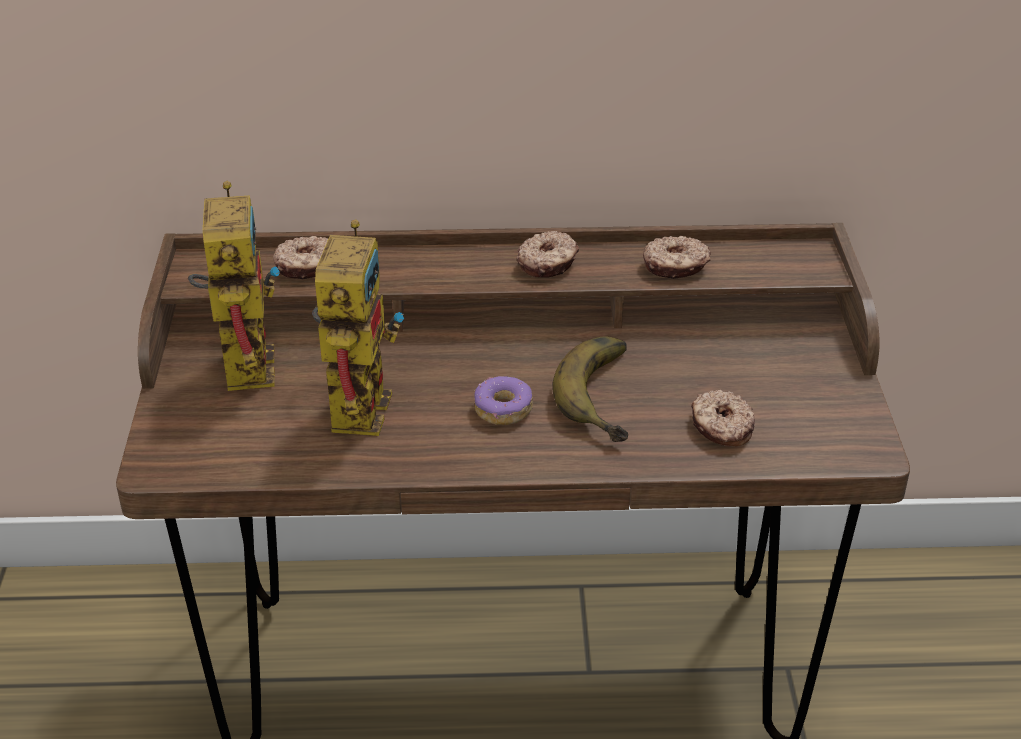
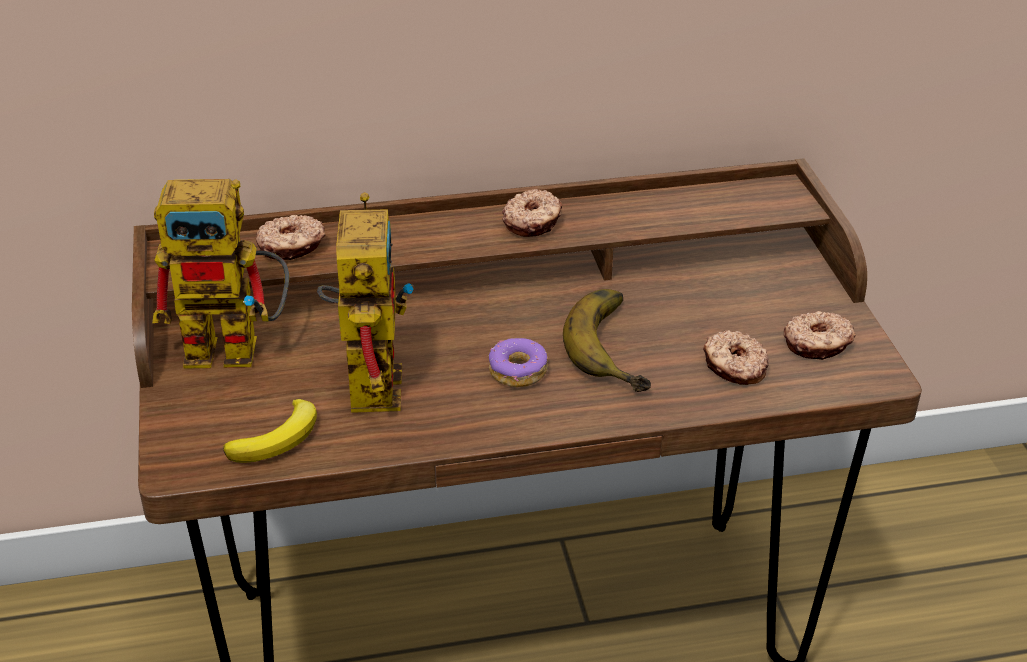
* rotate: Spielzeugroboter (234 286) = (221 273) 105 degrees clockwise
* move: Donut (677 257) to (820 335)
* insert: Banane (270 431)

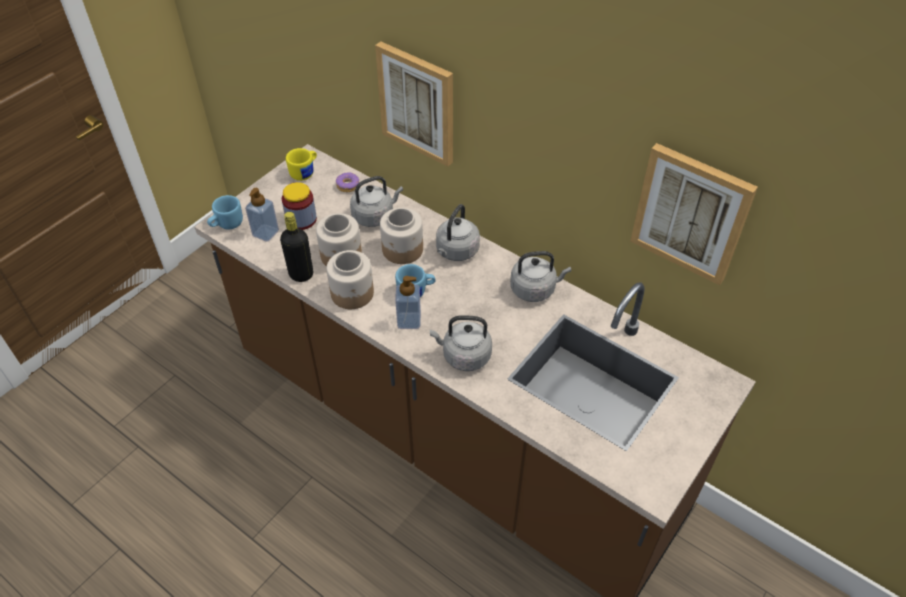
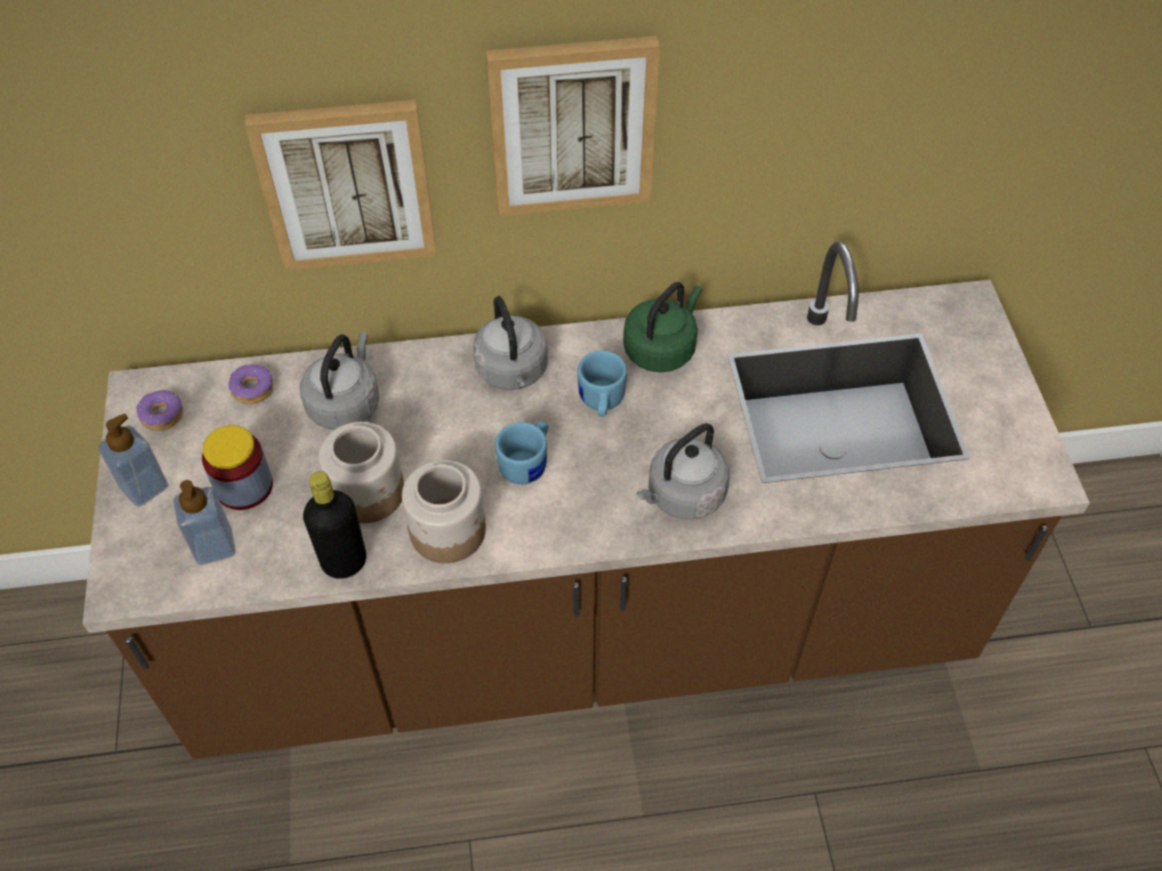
* move: Bild (694 214) to (573 126)
* replace: Henkelbecher (gelb) (301 164) to Donut (159 410)
* move: Henkelbecher (blau) (225 212) to (602 383)
* delete: Vorratsglas (401 236)
* recolor: Wasserkessel (grau) (540 276) to Wasserkessel (grün) (662 327)
* move: Seifenspender (408 302) to (133 460)

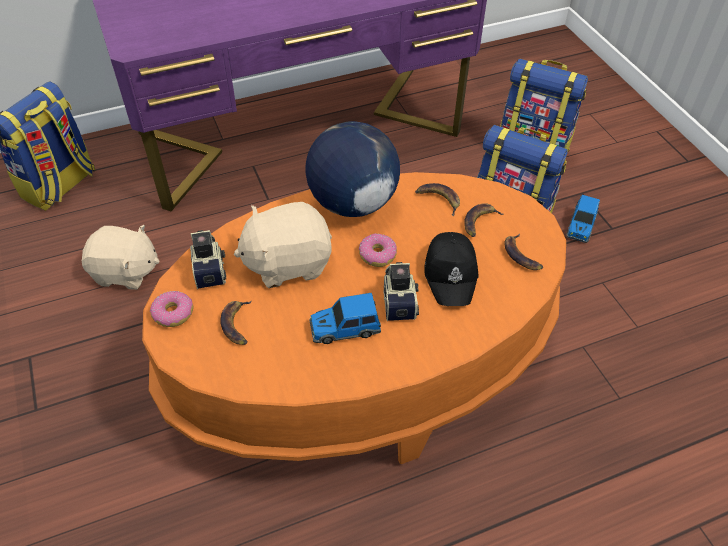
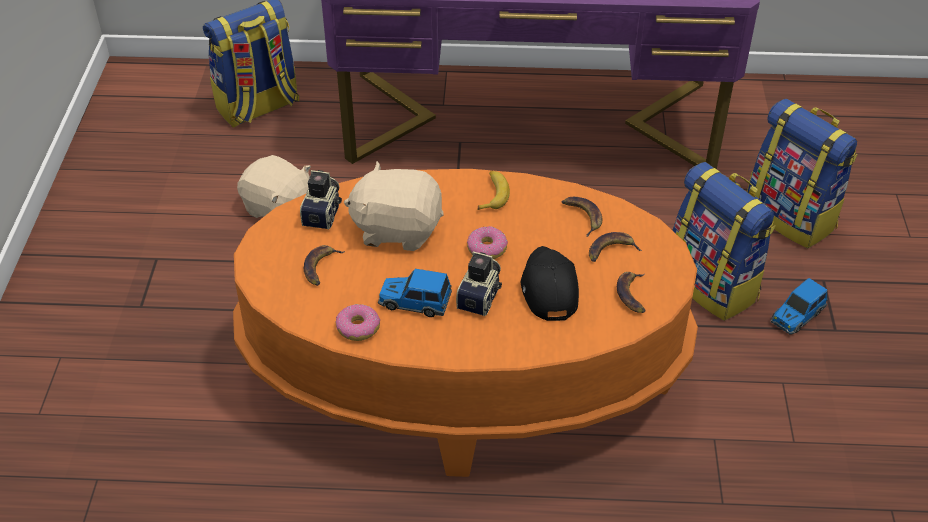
* replace: Globus (352 169) to Banane (494 190)
* rotate: Kappe (schwarz) (451 269) = (550 283) 150 degrees clockwise
* move: Donut (171 309) to (358 322)

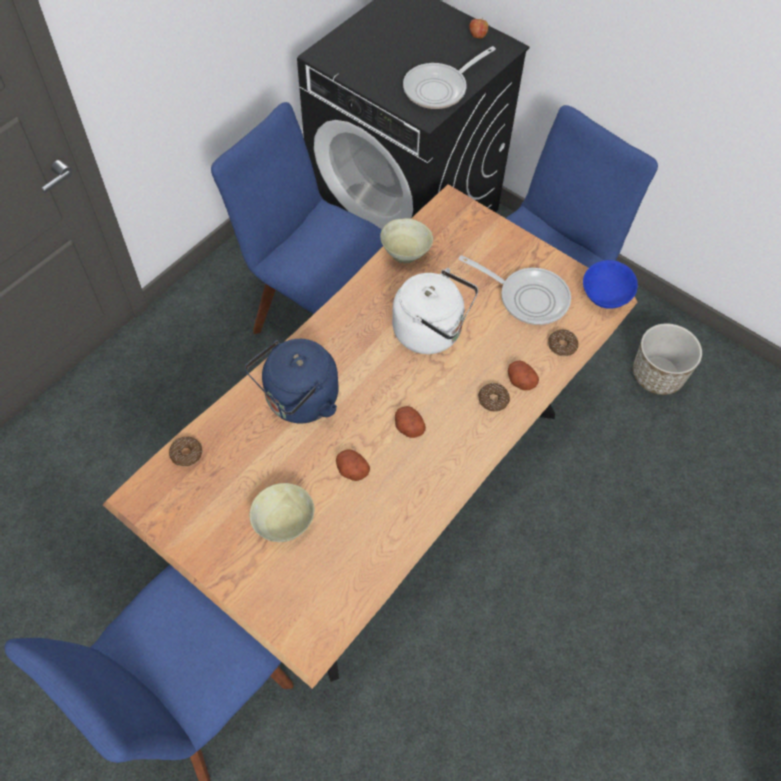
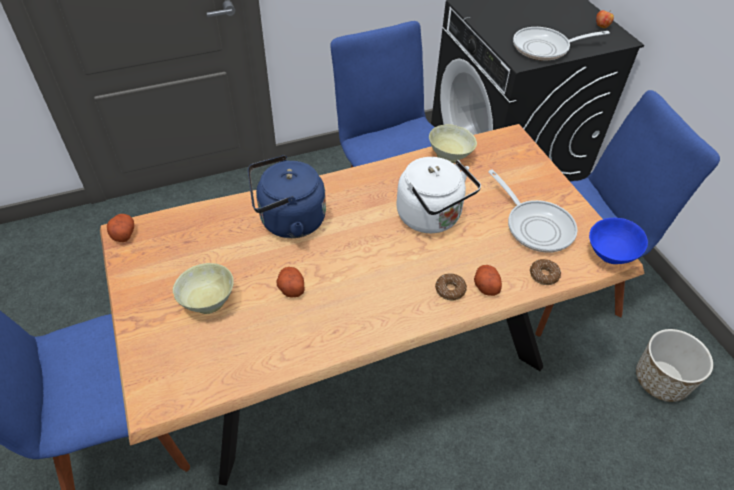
* move: Kartoffel (410 422) to (120 228)
* delete: Donut (185 452)

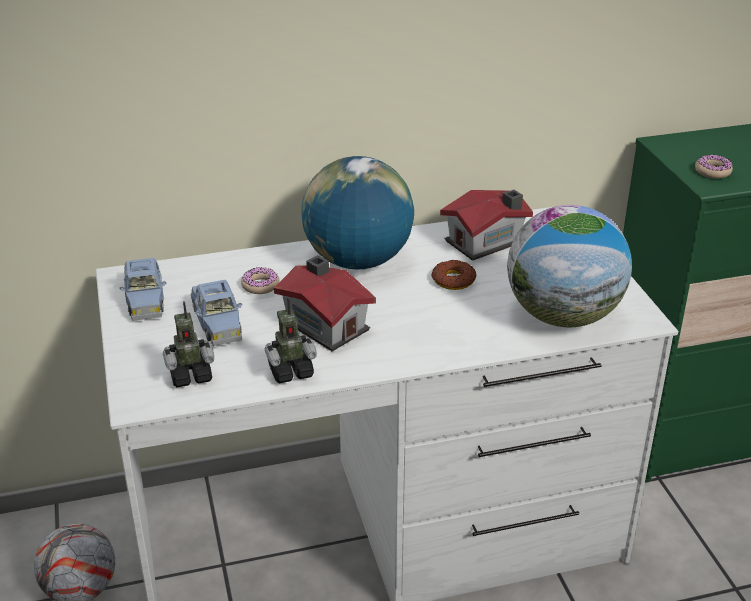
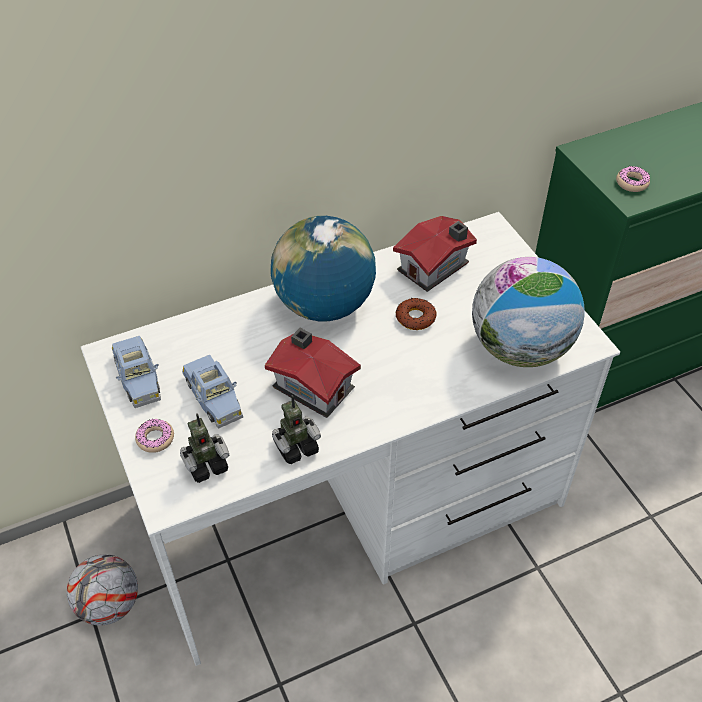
* move: Donut (260 280) to (154 436)

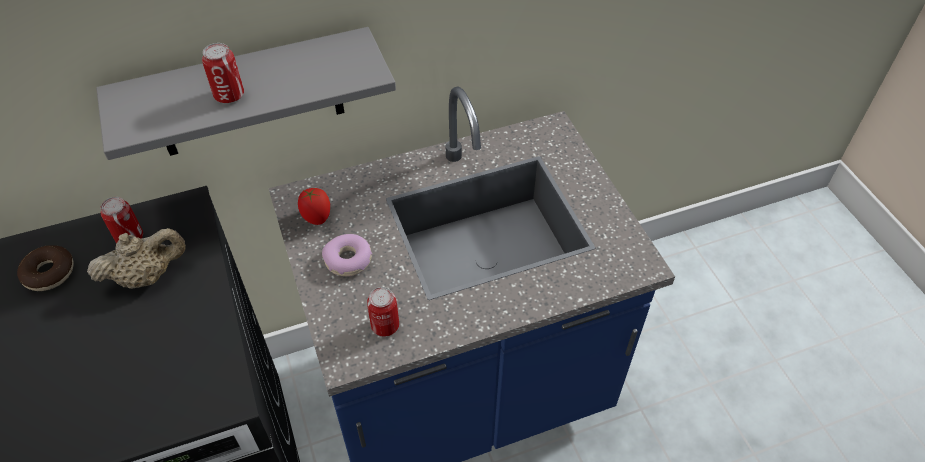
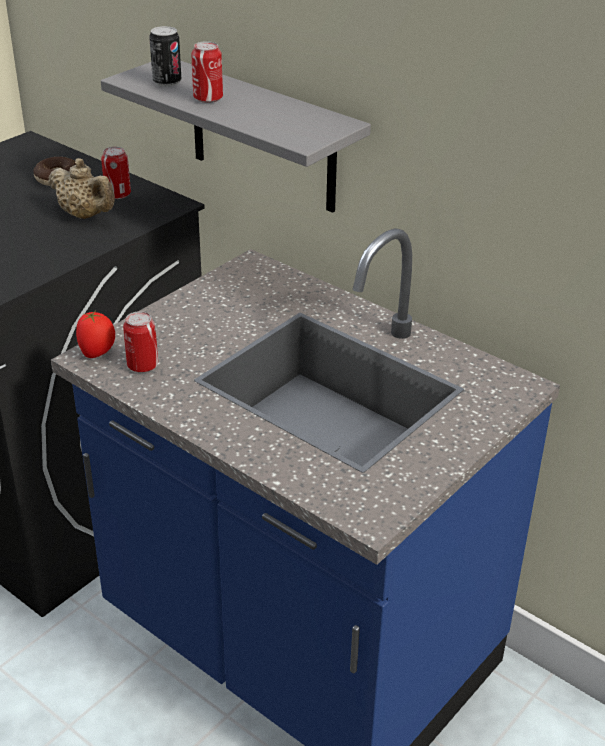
* move: Tomate (314 206) to (95 334)
* delete: Donut (347 255)
* insert: Dose (165 56)

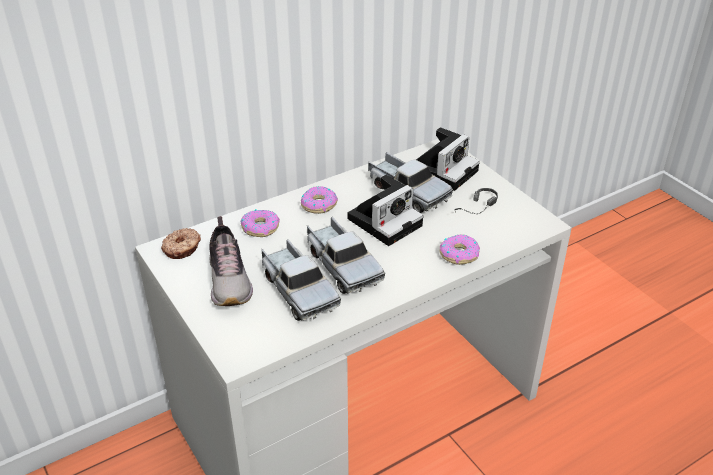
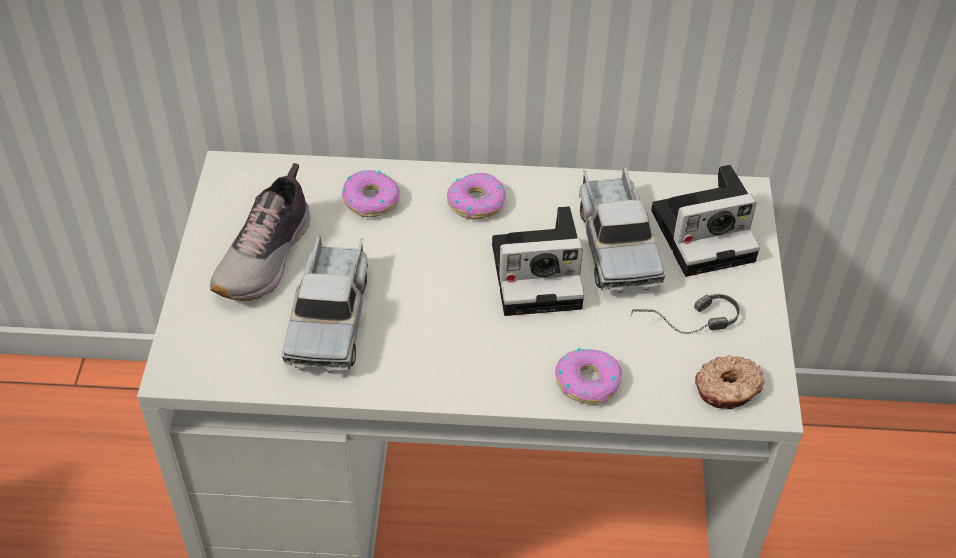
* delete: Spielzeuglaster (346 255)
* move: Donut (181 243) to (730 382)

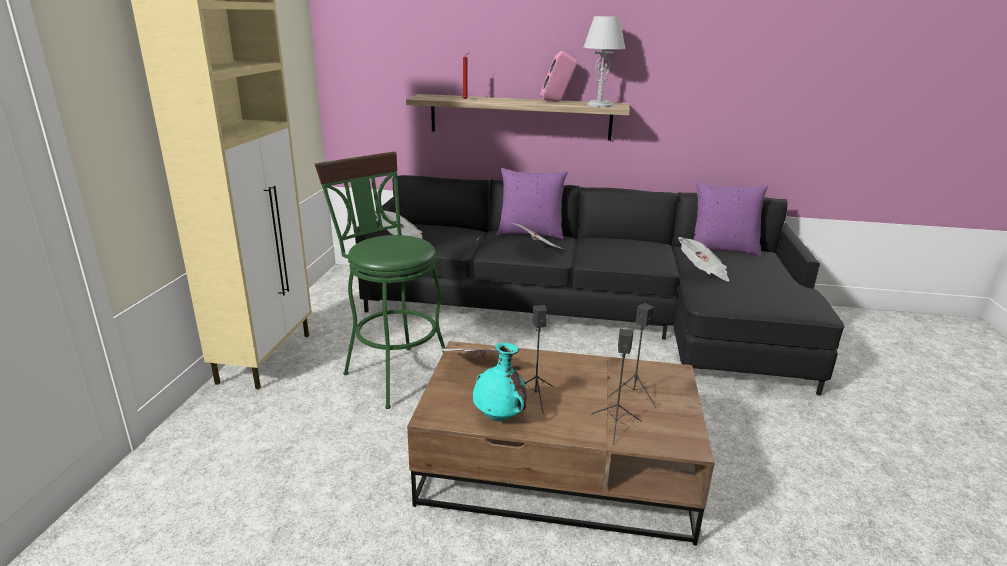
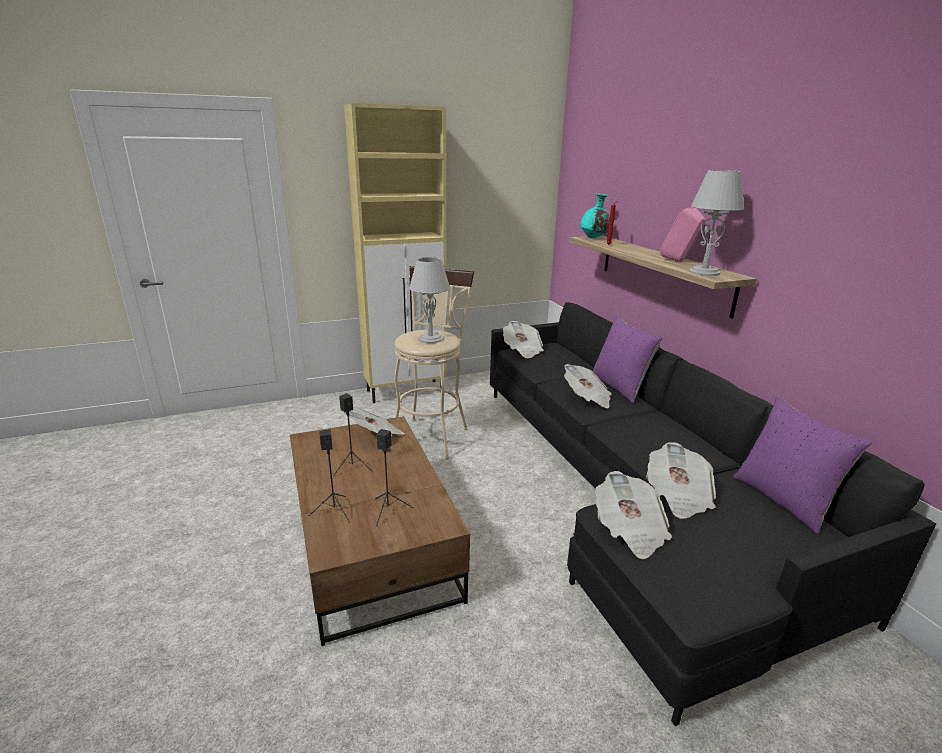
* recolor: Hocker (grün) (380 280) to Hocker (beige) (434 363)
* move: Vase (türkis) (500 382) to (595 215)
* insert: Tischlampe (grau) (429 300)
* insert: Zeitung (633 515)

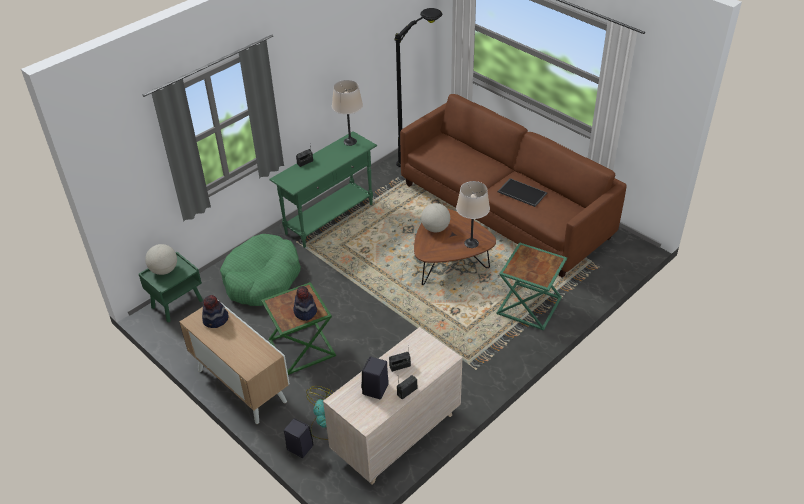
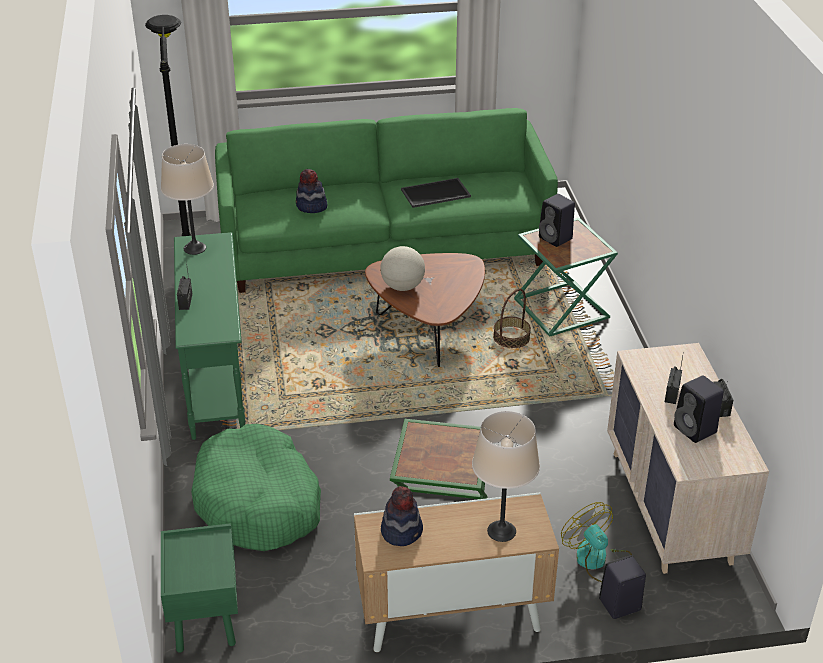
* recolor: Sofa (braun) (513 186) to Sofa (grün) (386 200)
* move: Tischlampe (beige) (473 214) to (506 476)
* delete: Globus (161 259)
* move: Hut (305 303) to (311 191)
* insert: Lautsprecher (schwarz) (557 220)
* insert: Korb (512 318)

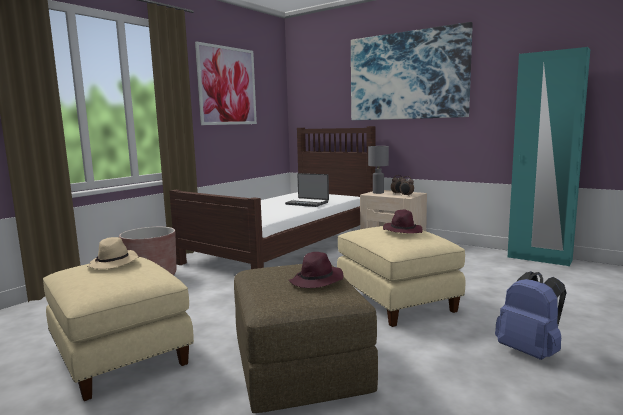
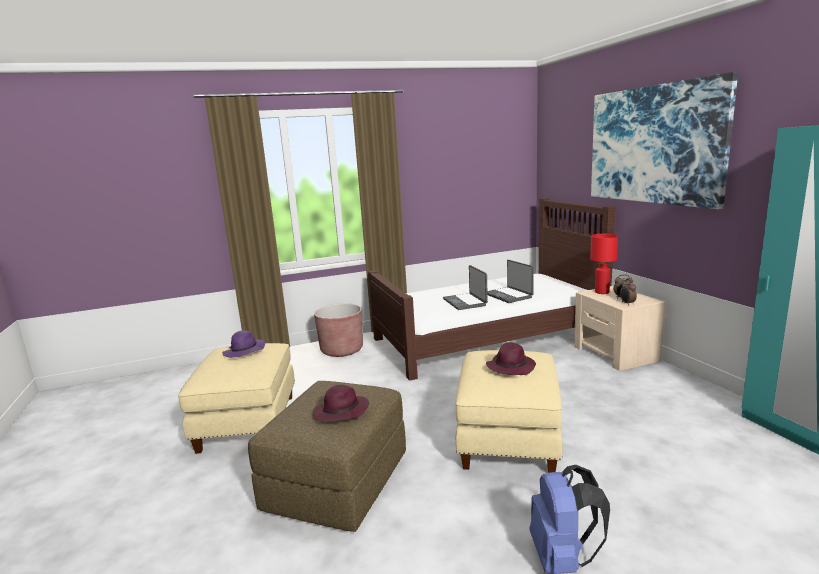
* delete: Bild (226 83)
* recolor: Tischlampe (grau) (378 170) to Tischlampe (rot) (604 264)
* recolor: Hut (beige) (113 253) to Hut (lila) (243 344)
* insert: Laptop (465 287)

